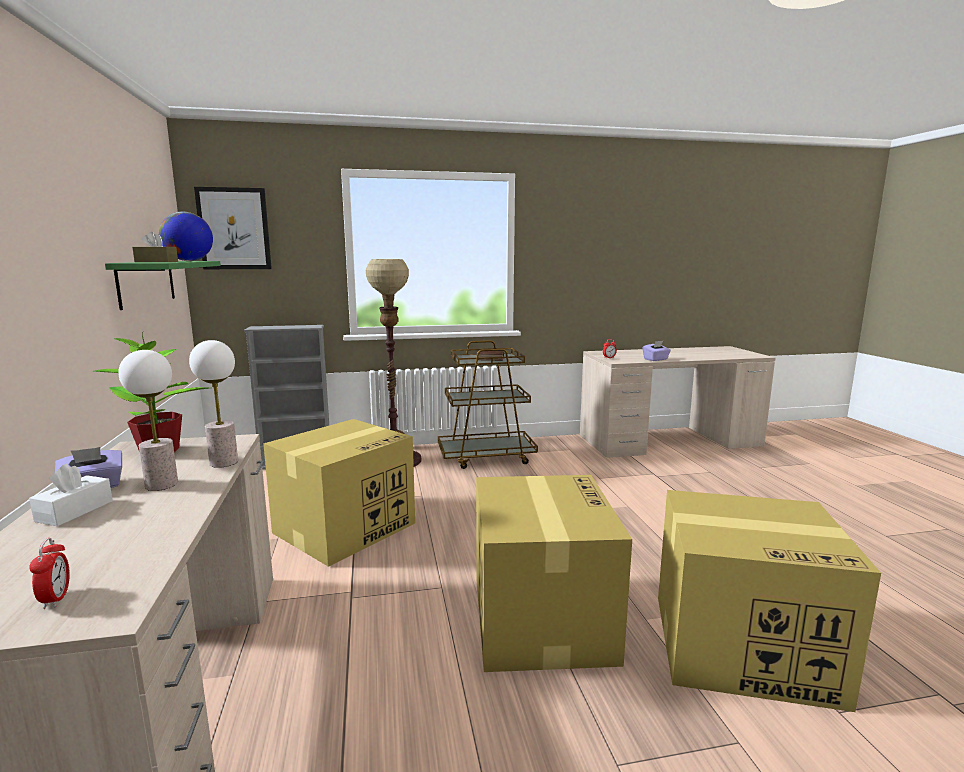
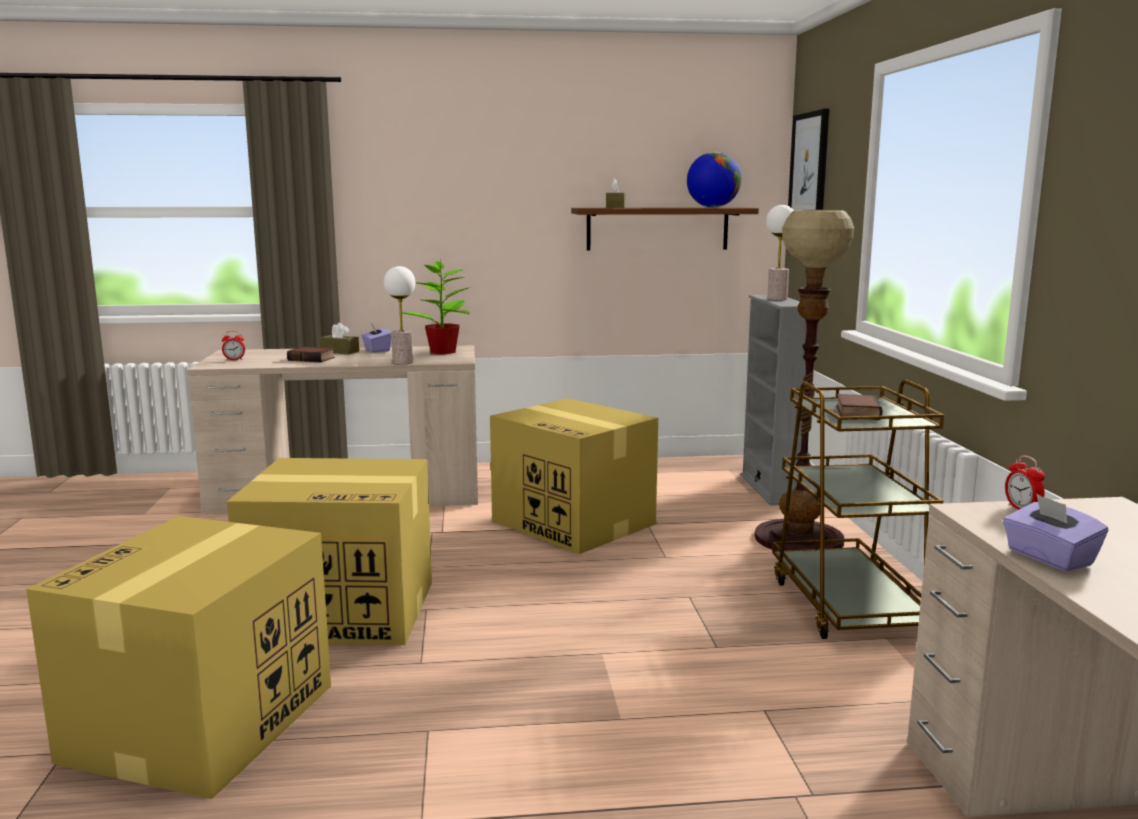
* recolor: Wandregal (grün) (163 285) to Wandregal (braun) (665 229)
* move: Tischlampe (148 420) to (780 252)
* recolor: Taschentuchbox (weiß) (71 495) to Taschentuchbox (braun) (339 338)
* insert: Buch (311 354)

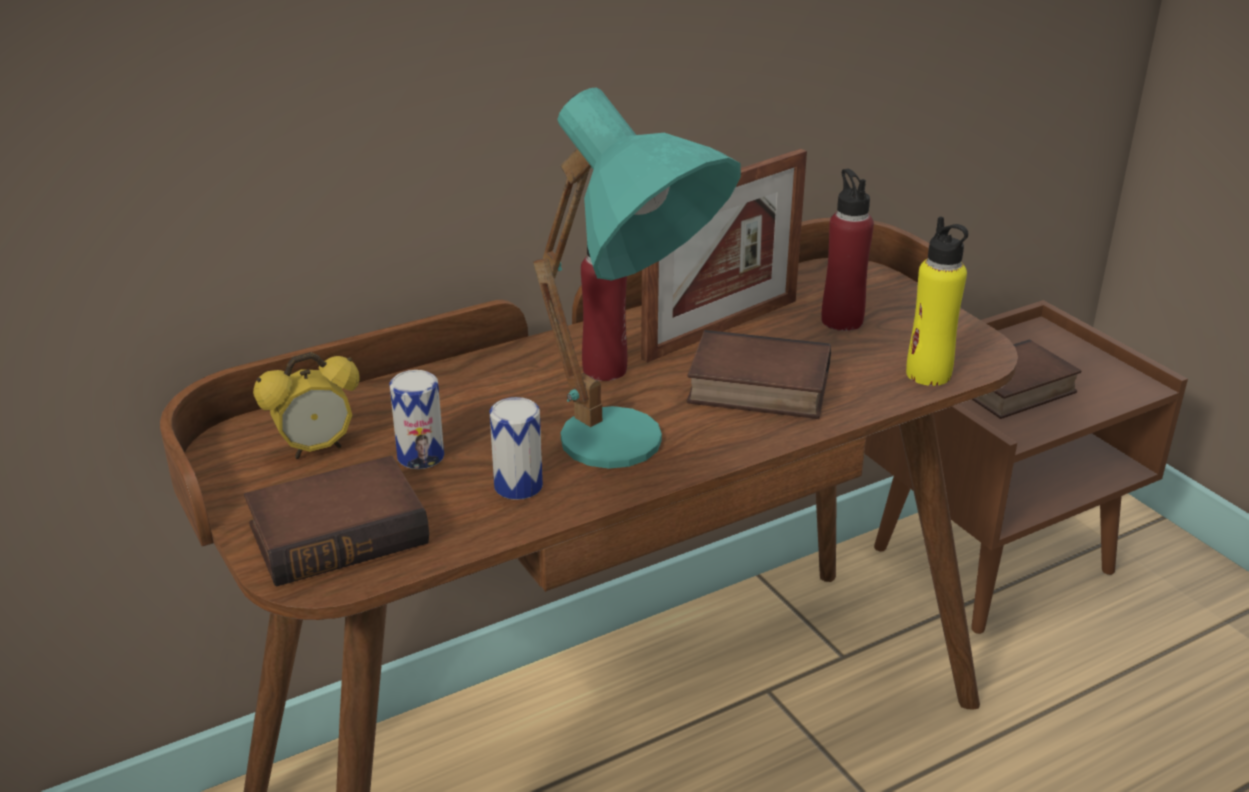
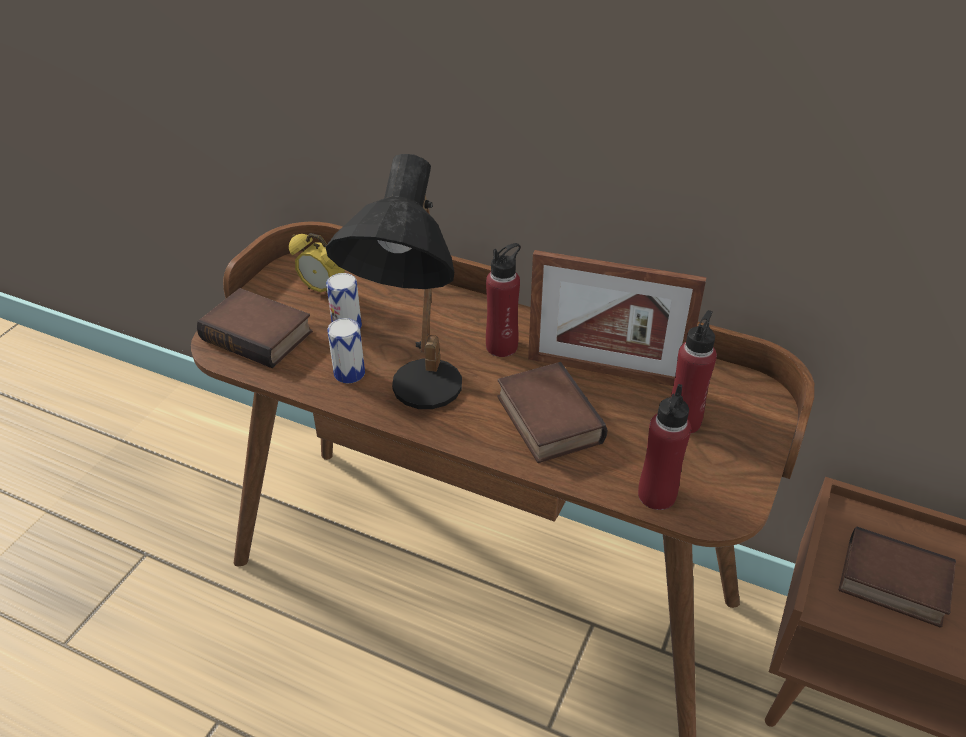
* recolor: Tischlampe (türkis) (637 278) to Tischlampe (schwarz) (394 281)
* recolor: Flasche (gelb) (937 301) to Flasche (rot) (664 447)

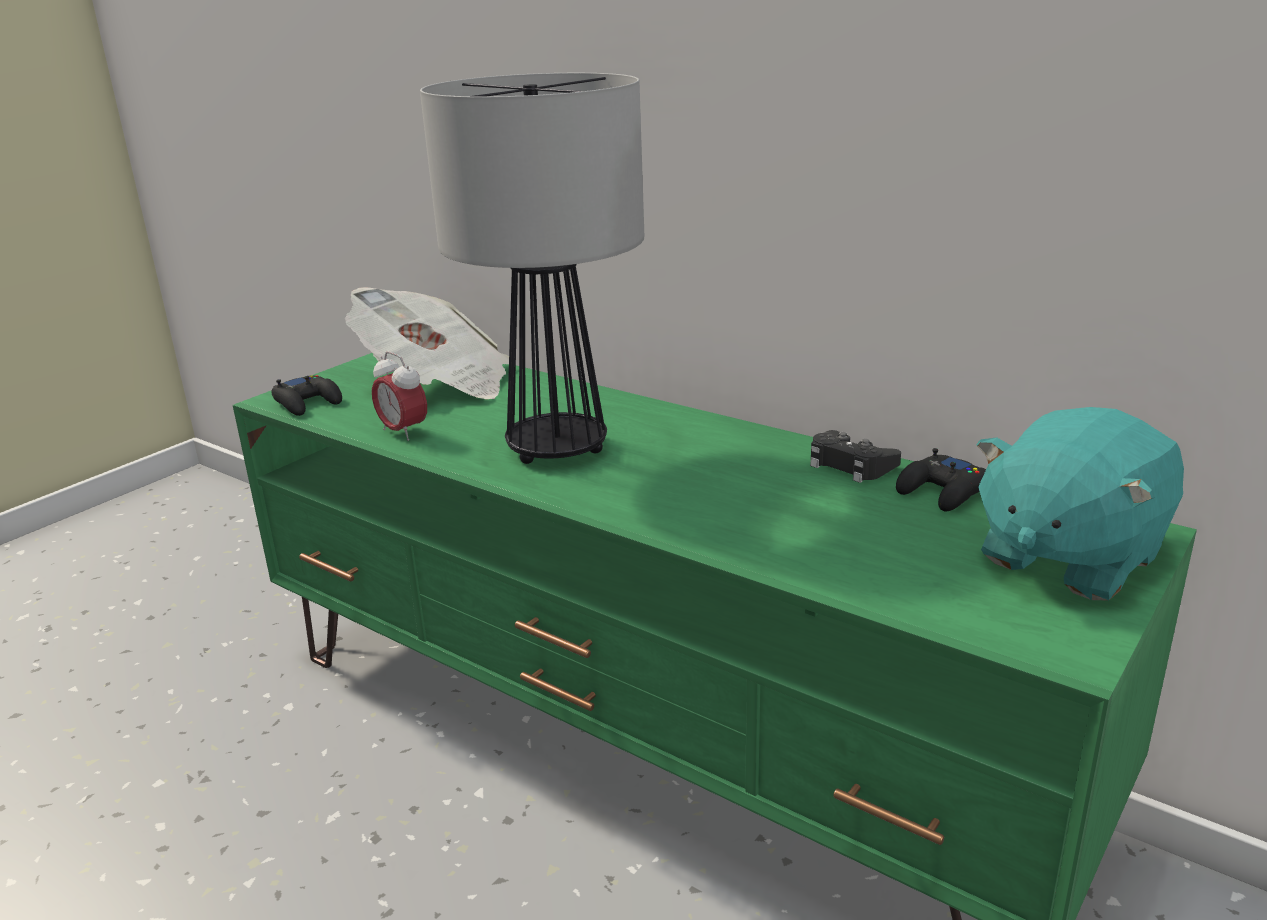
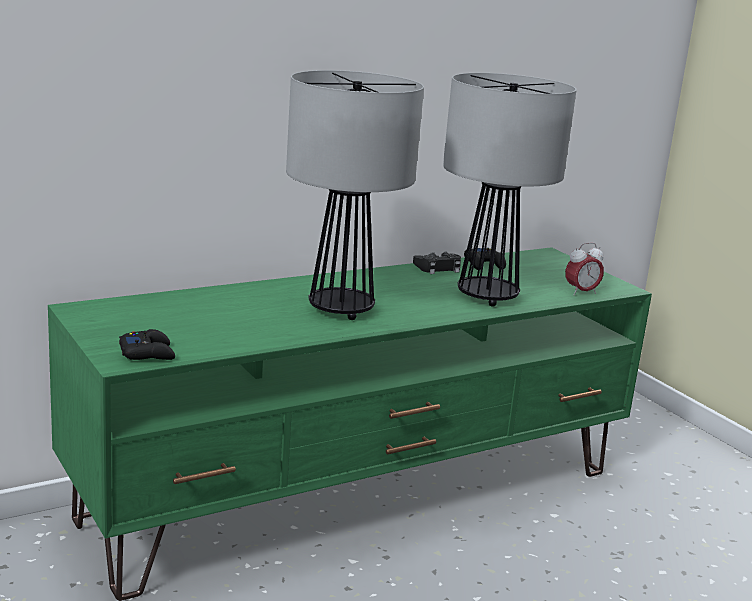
* delete: Zeitung (427 343)
* move: Wecker (399 396) to (584 269)
* delete: Plüschtier (türkis) (1080 504)
* insert: Tischlampe (510 190)

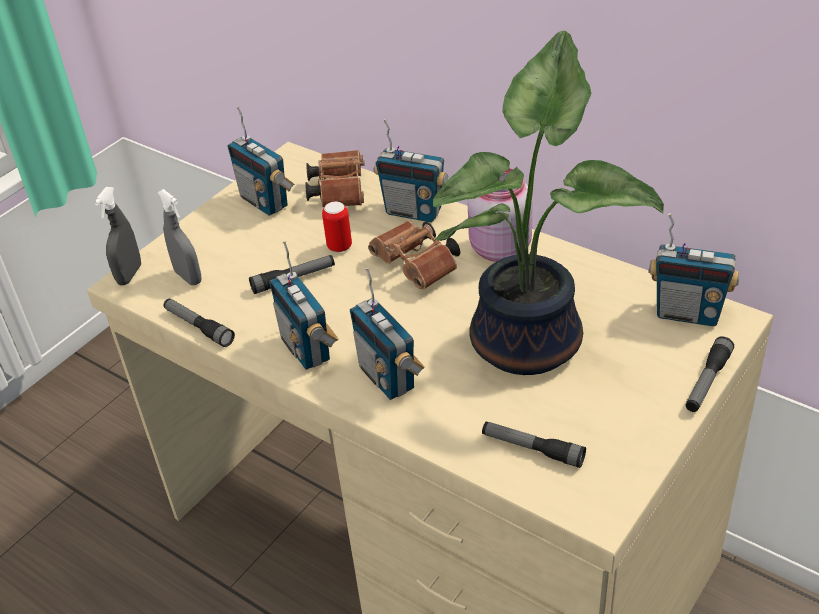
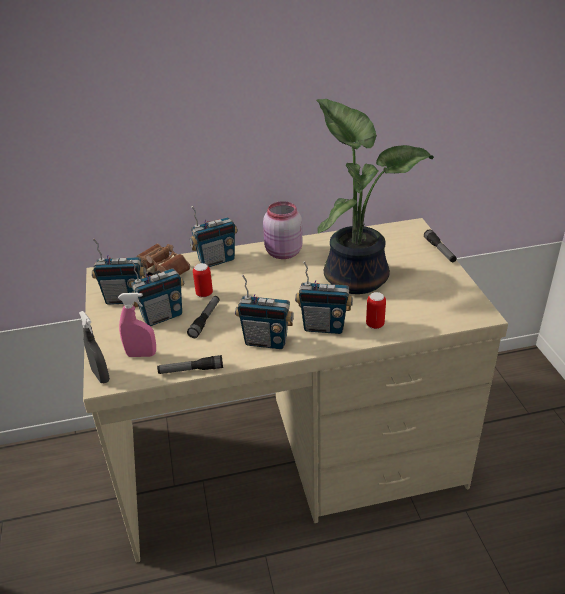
* recolor: Sprühflasche (grau) (180 237) to Sprühflasche (rosa) (137 325)
* move: Radio (694 269) to (157 293)
* delete: Fernglas (braun) (414 255)
* delete: Taschenlampe (534 445)
* insert: Dose (376 310)

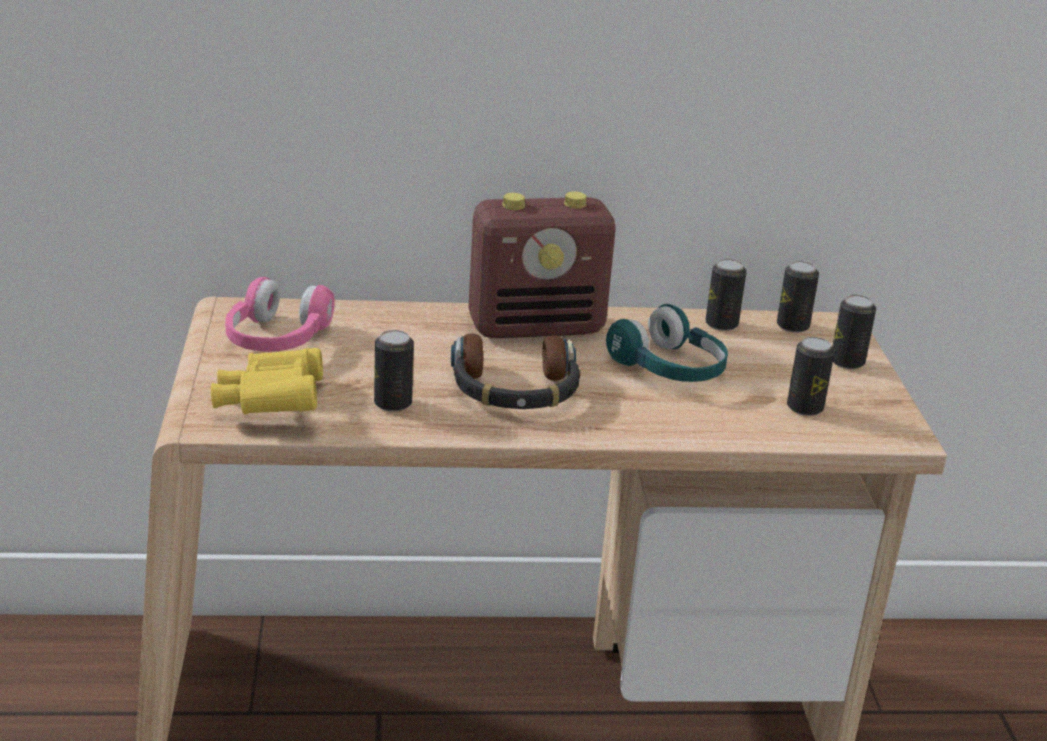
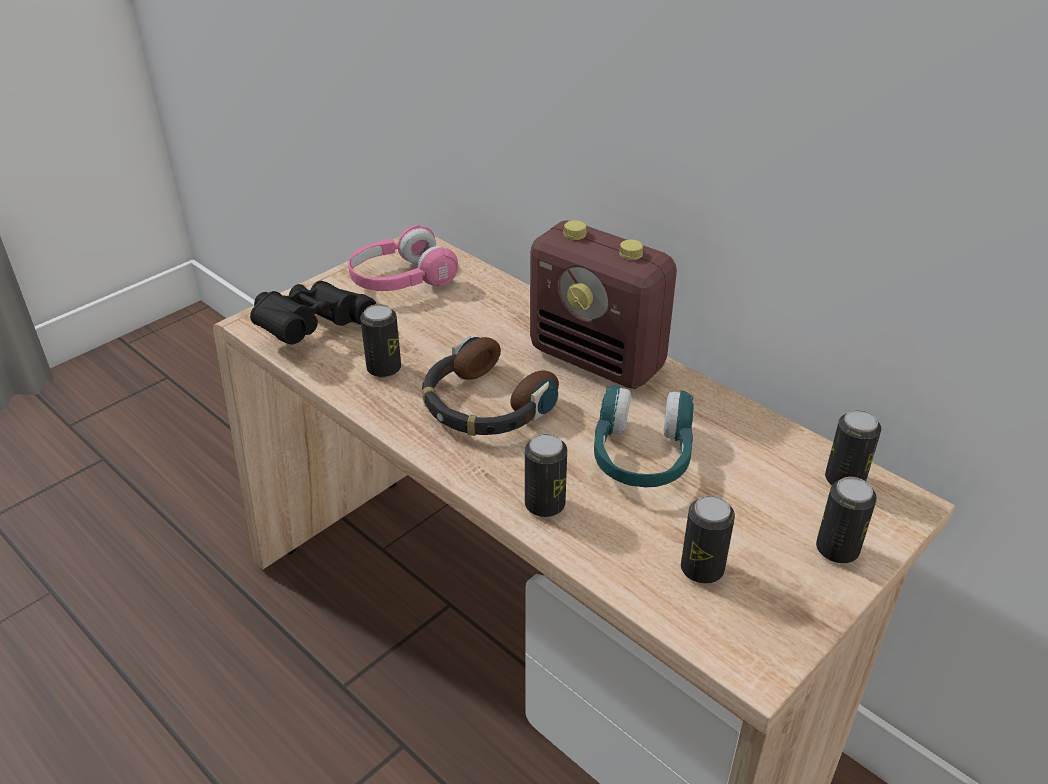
* move: Dose (726 295) to (546 475)
* recolor: Fernglas (gelb) (267 381) to Fernglas (schwarz) (313 313)

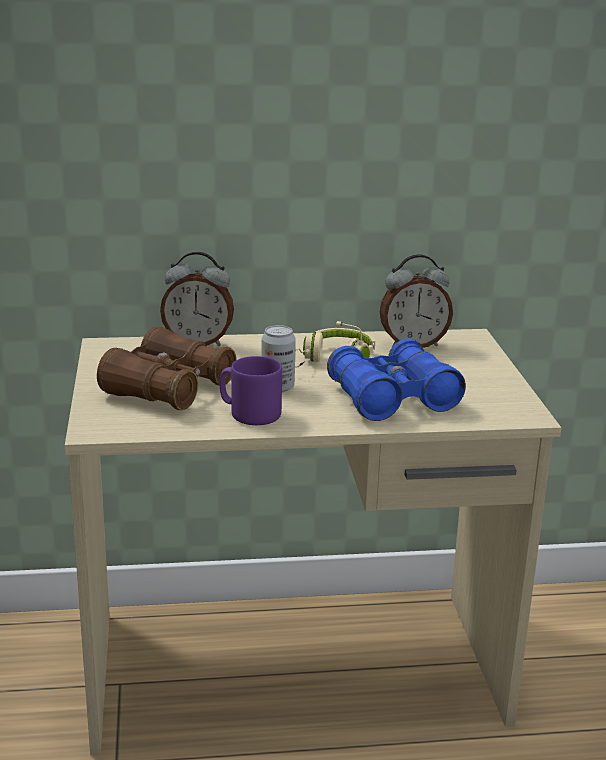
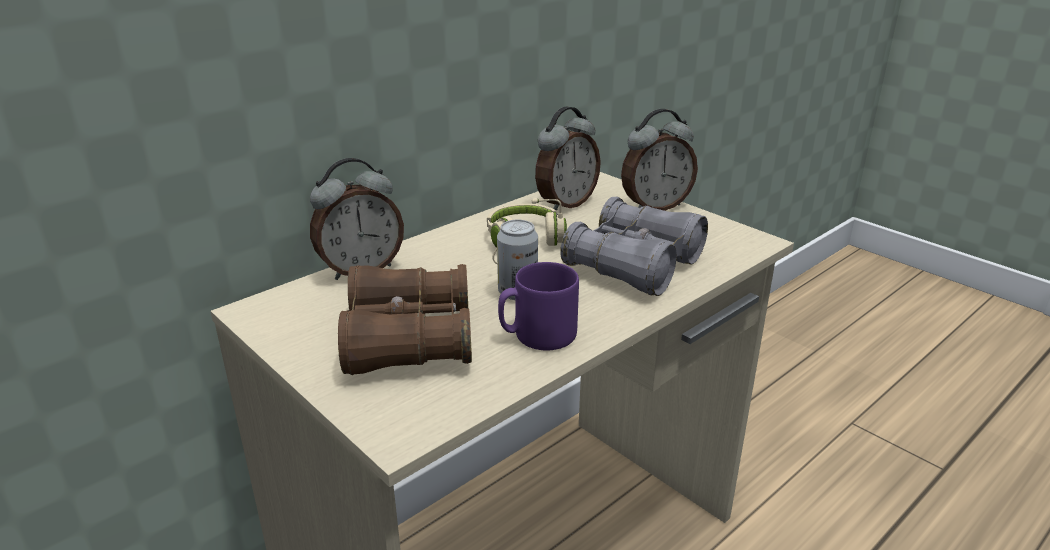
* recolor: Fernglas (blau) (396 380) to Fernglas (grau) (634 246)
* insert: Wecker (659 160)

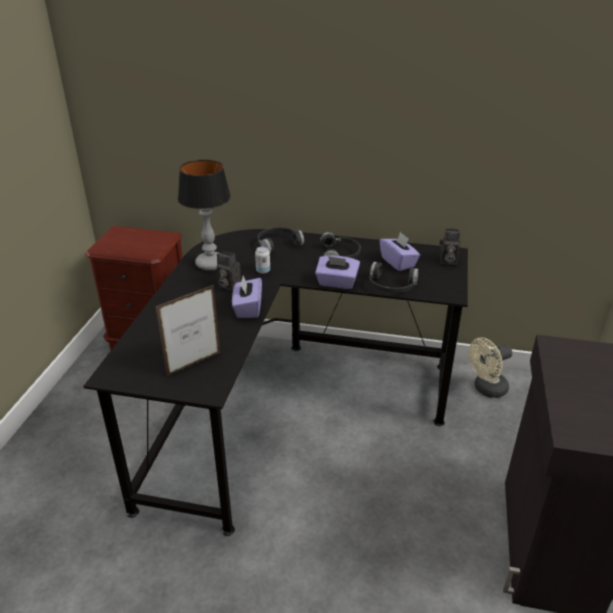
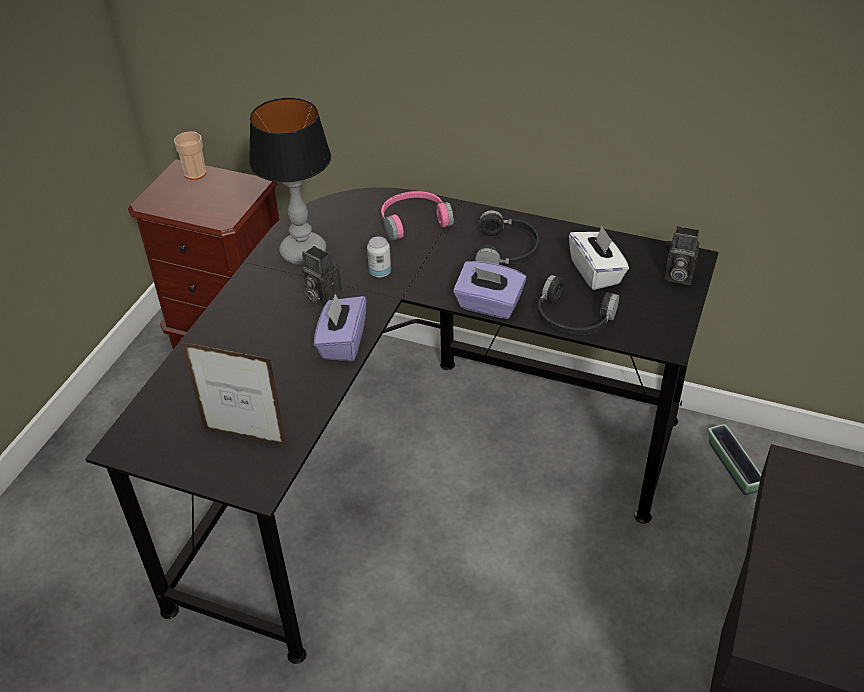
* recolor: Kopfhörer (schwarz) (280 240) to Kopfhörer (rosa) (417 216)
* recolor: Taschentuchbox (lila) (400 251) to Taschentuchbox (weiß) (599 258)
* rotate: Bilderrahmen (188 330) = (234 394) 45 degrees clockwise
* replace: Ventilator (beige) (490 367) to Pflanzkübel (734 459)
* insert: Tasse (190 156)

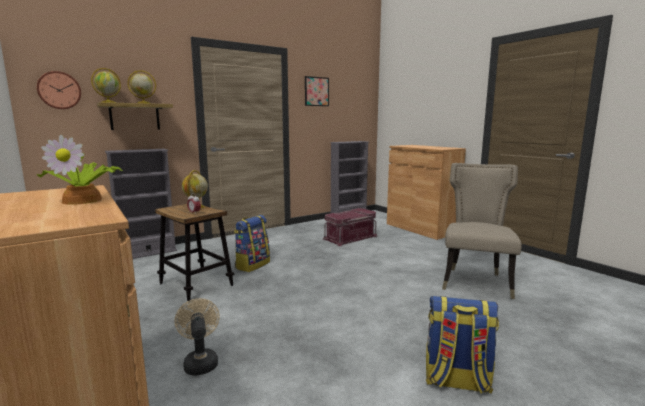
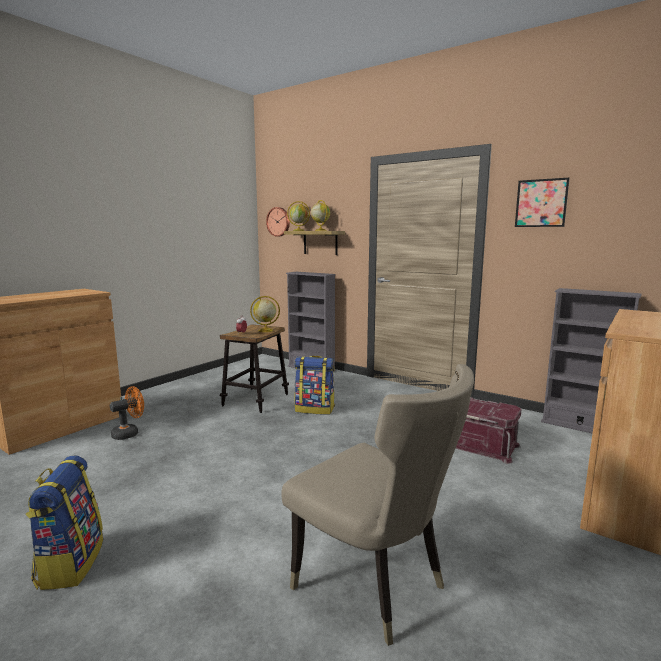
* delete: Topfpflanze (80 170)
* rotate: Stuhl (beige) (482 231) = (377 505) 45 degrees clockwise
* recolor: Ventilator (beige) (197 337) to Ventilator (orange) (127 413)

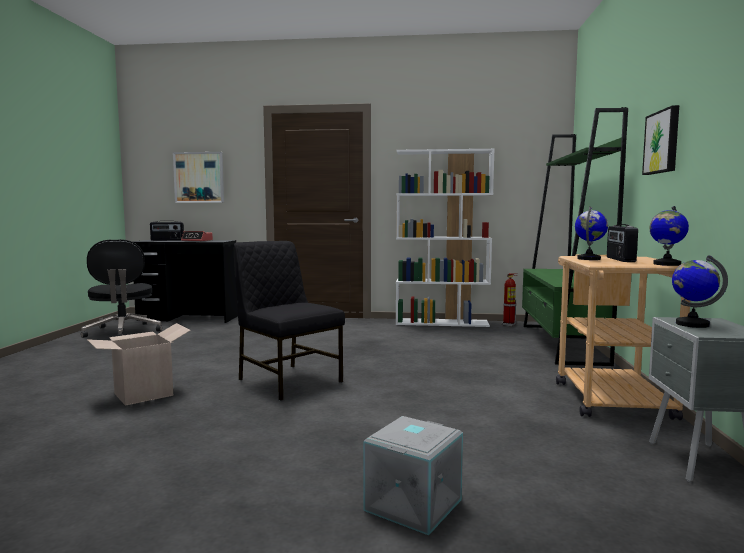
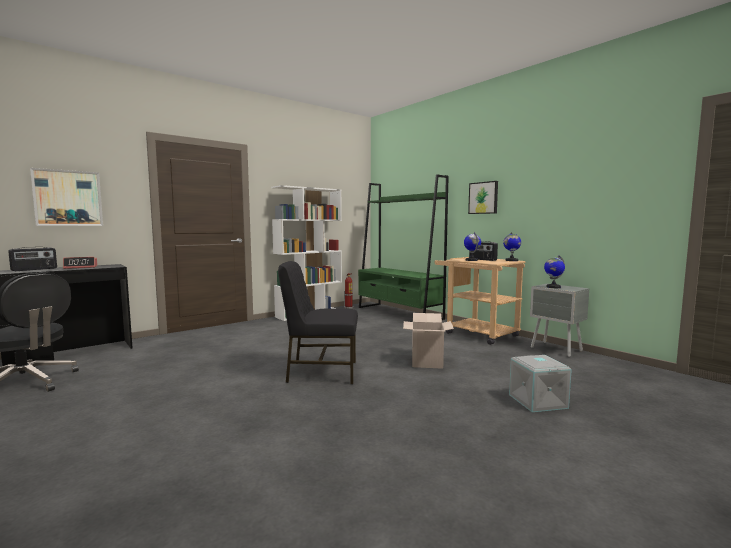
* move: Karton (139 364) to (428 341)

